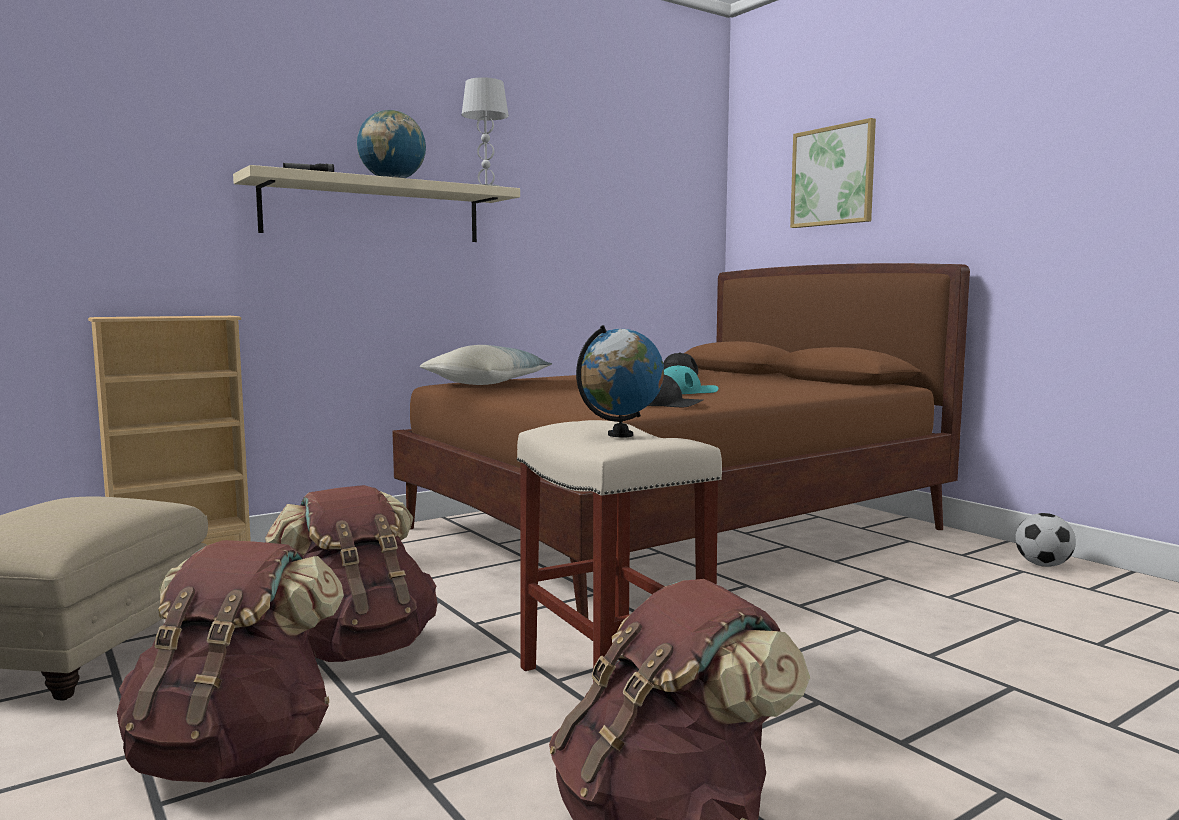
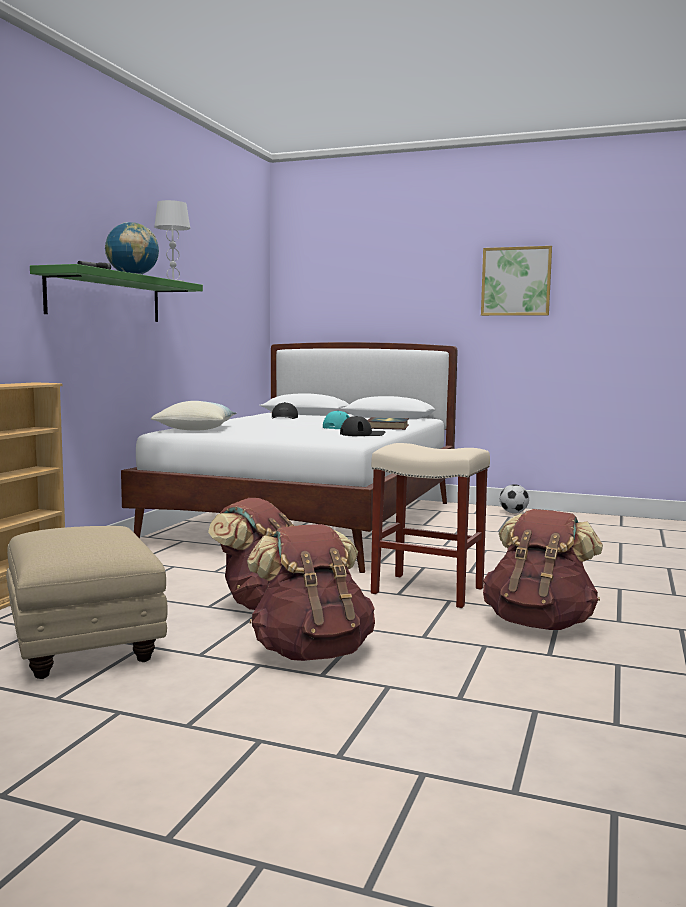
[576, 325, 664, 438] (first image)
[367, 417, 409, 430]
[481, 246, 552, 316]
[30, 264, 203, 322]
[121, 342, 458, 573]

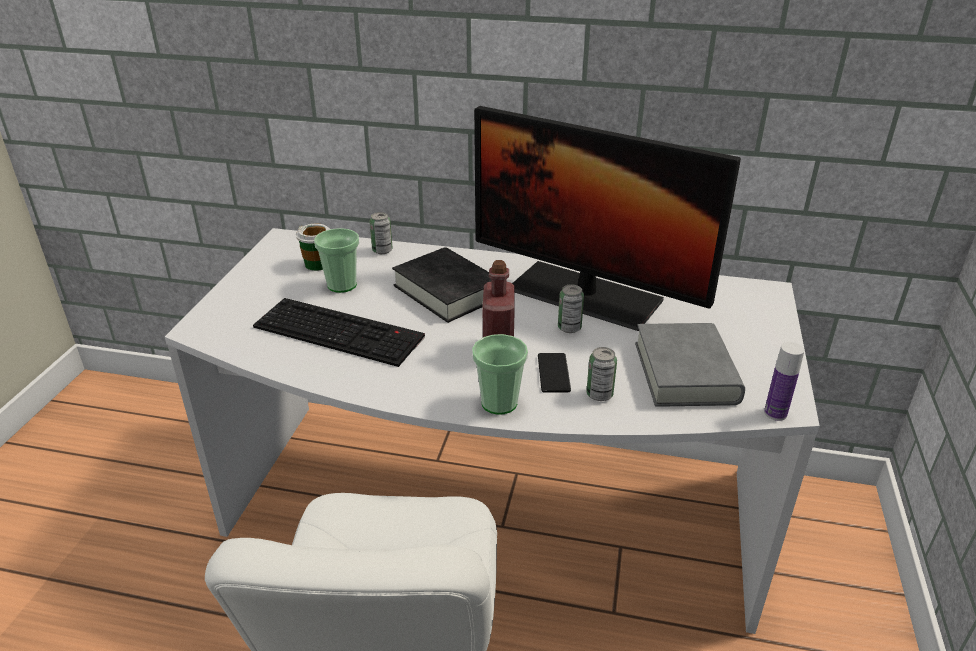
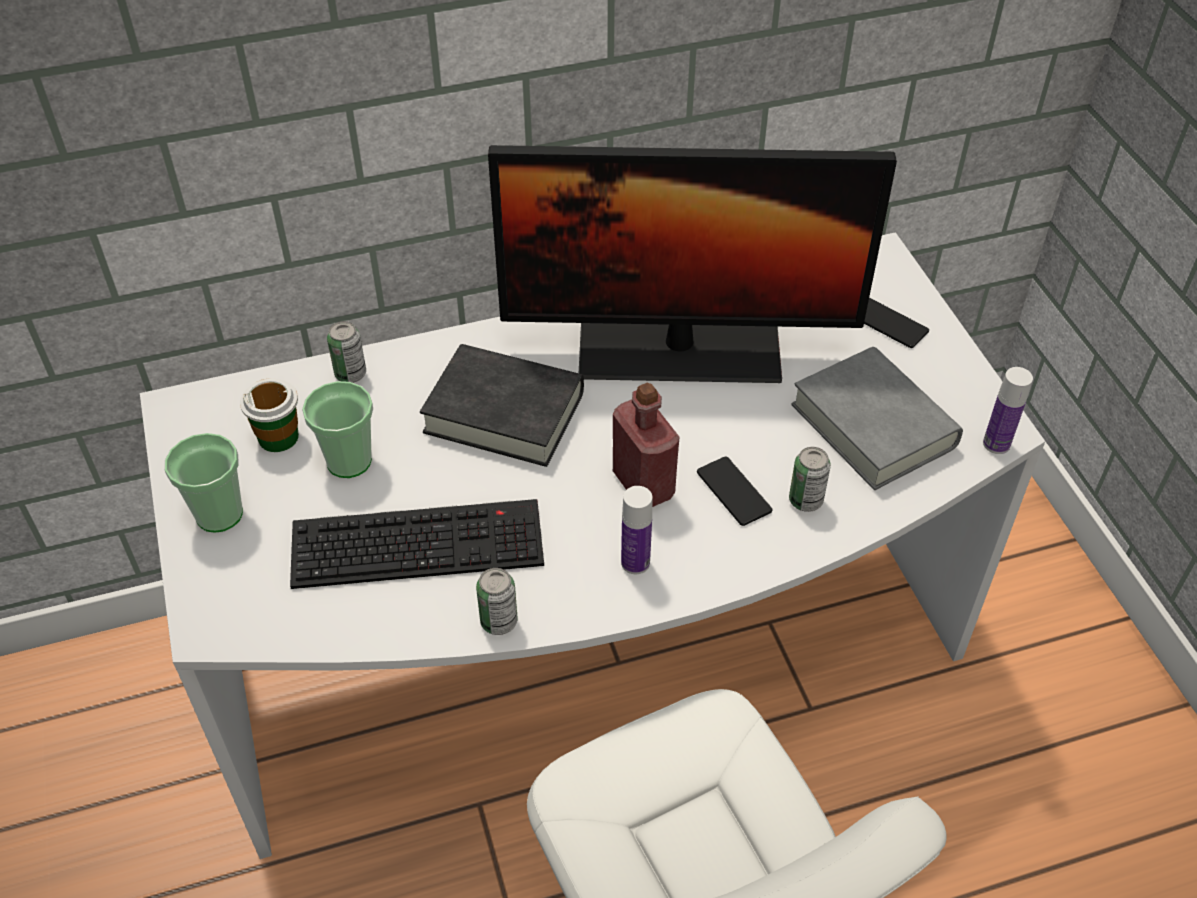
[621, 486, 652, 574]
[864, 298, 929, 348]
[165, 433, 243, 533]
[476, 568, 518, 635]

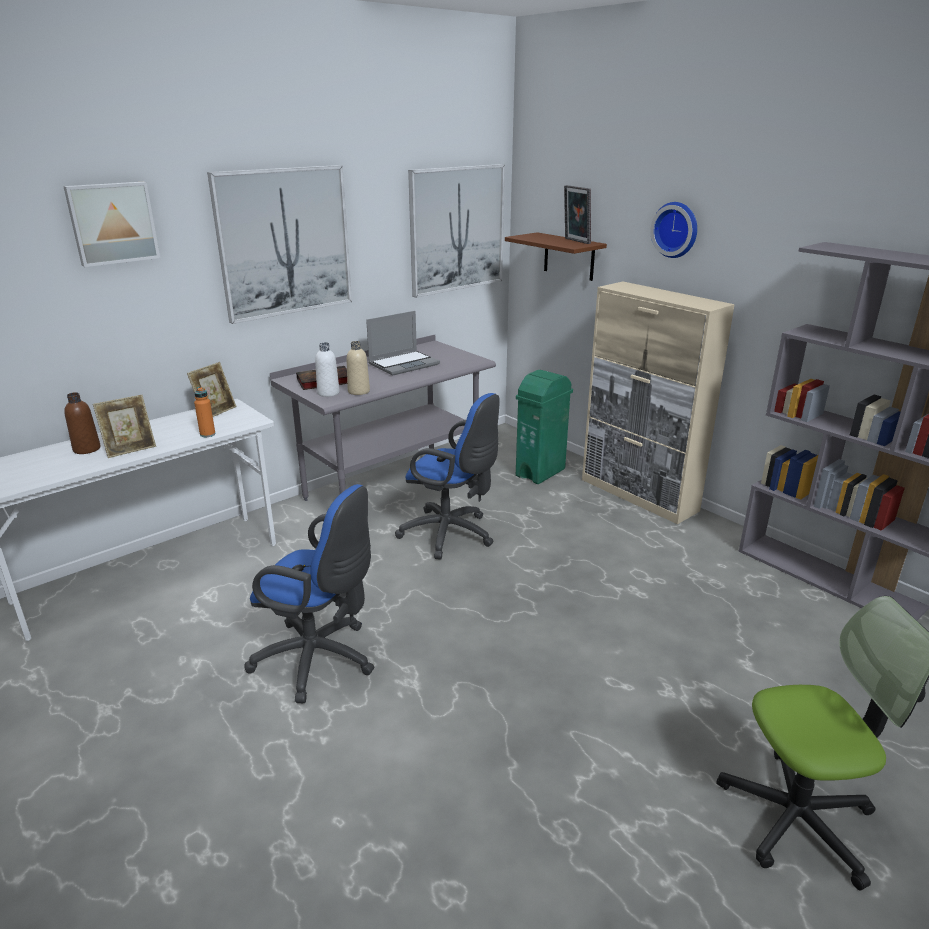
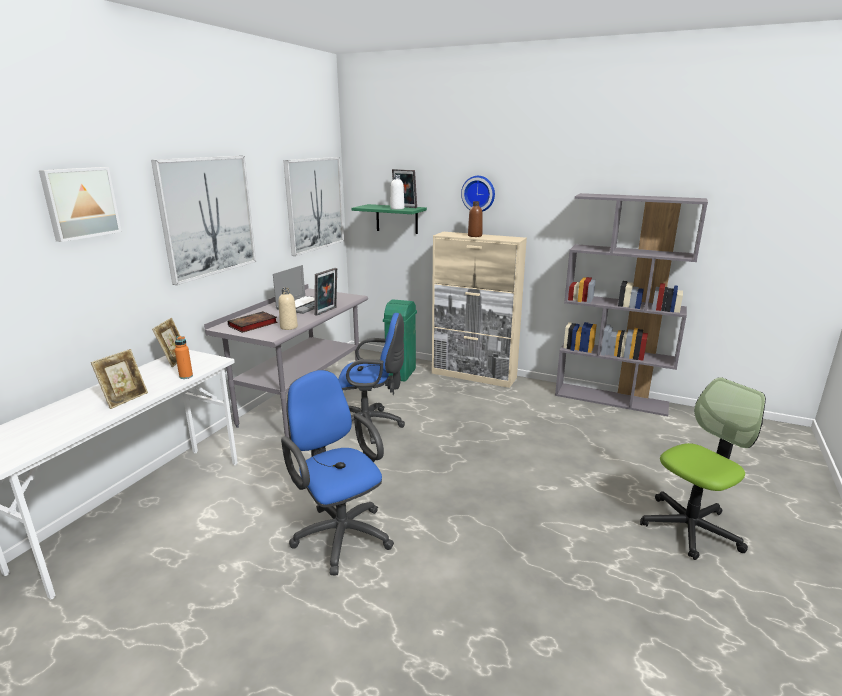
[314, 268, 337, 316]
[468, 201, 482, 237]
[391, 175, 404, 209]
[352, 204, 427, 234]
[281, 370, 394, 575]

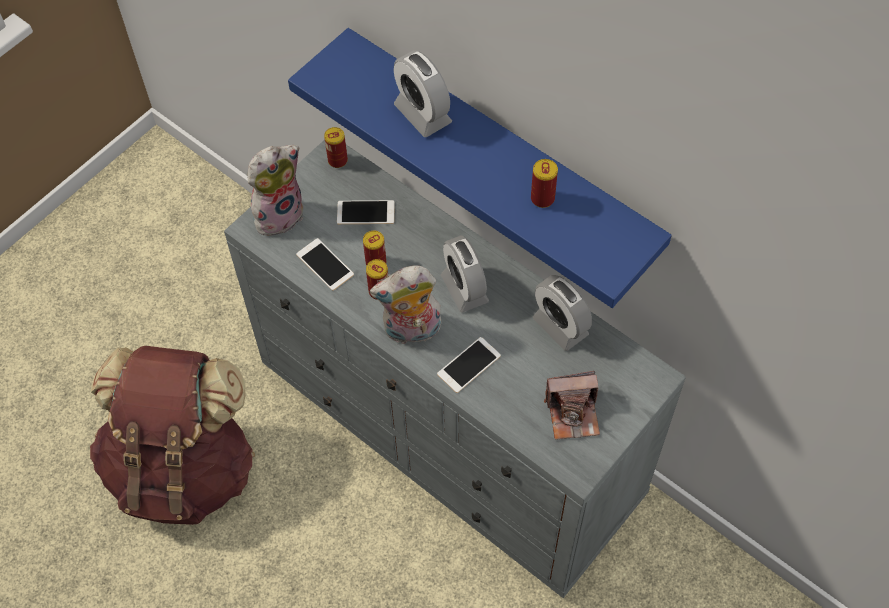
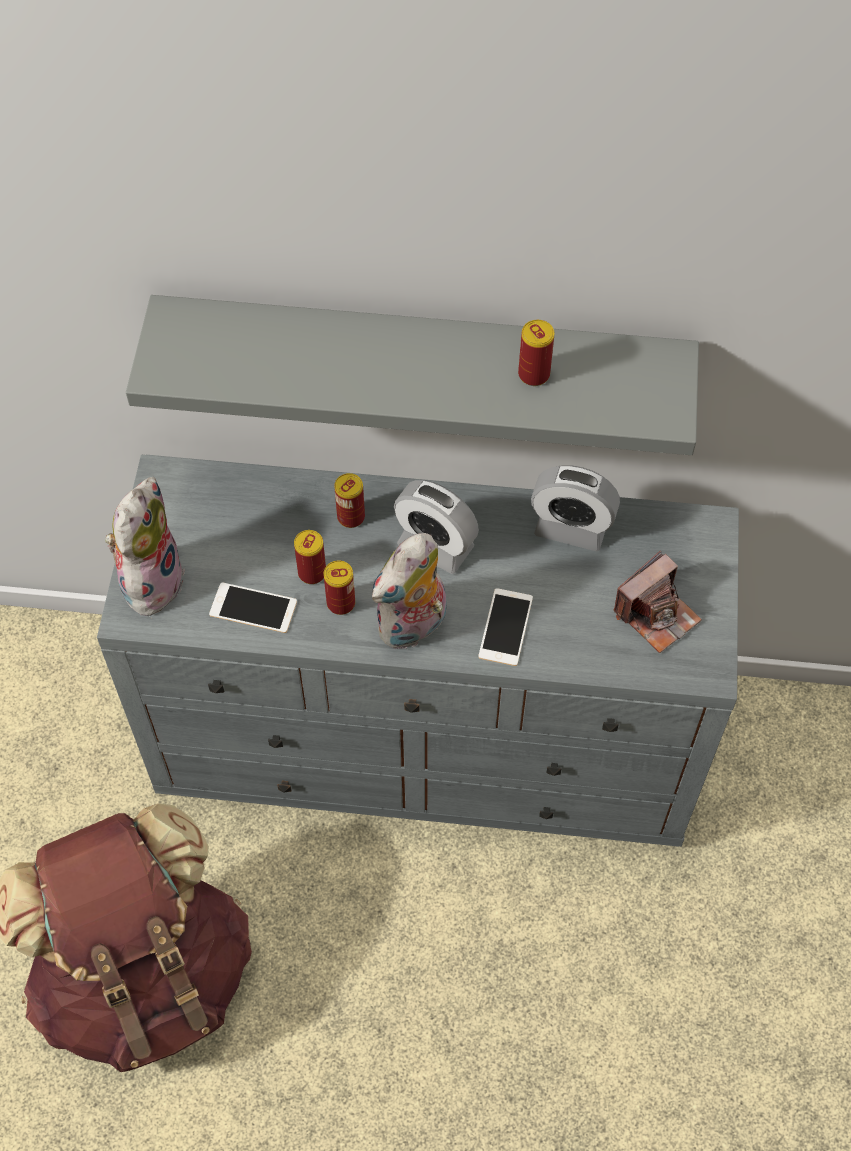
[337, 200, 395, 224] (first image)
[394, 50, 452, 137] (first image)
[334, 473, 365, 528]
[126, 295, 699, 455]

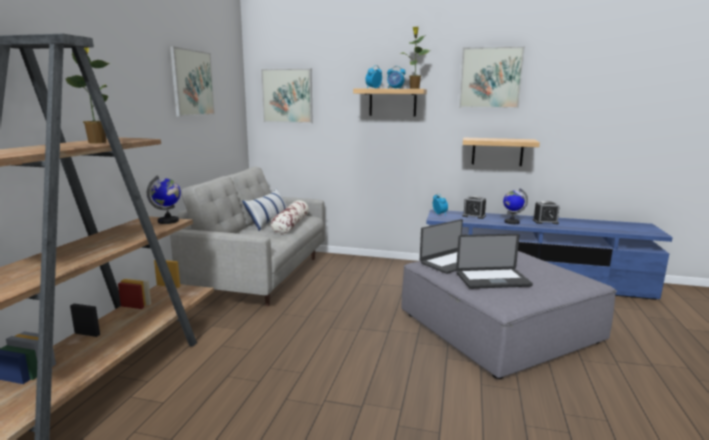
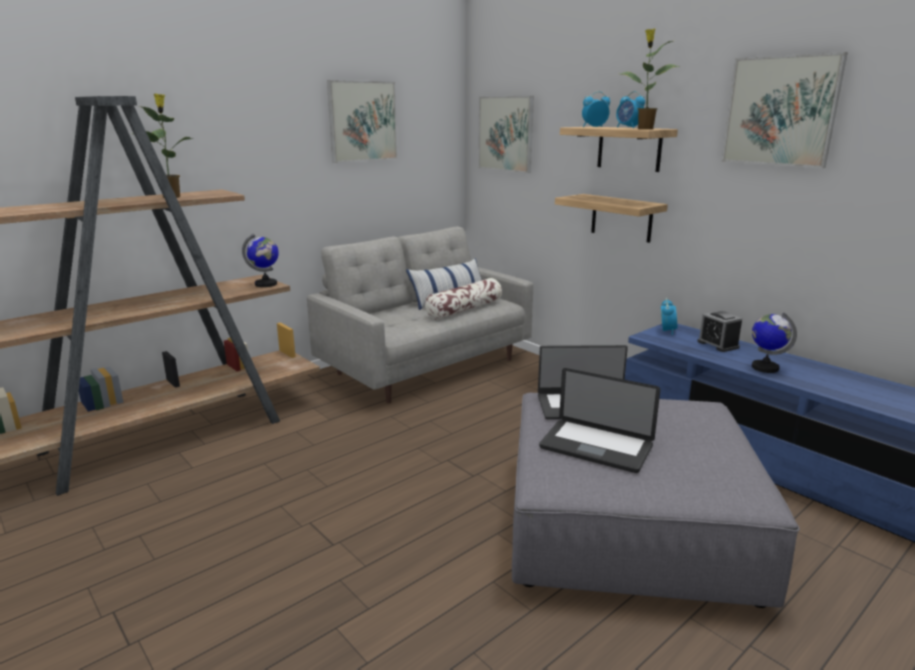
[533, 201, 560, 224] (first image)
[555, 194, 668, 243]

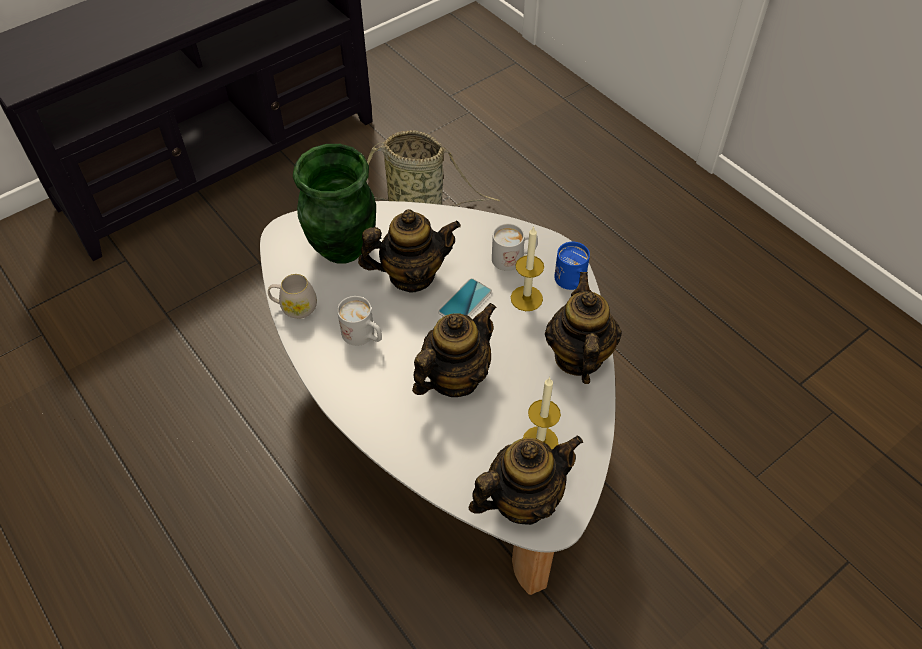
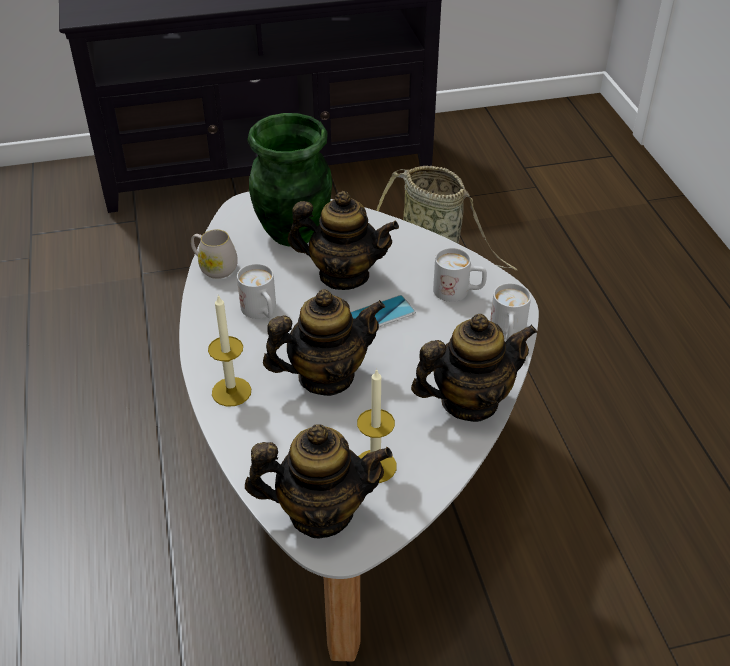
[208, 295, 251, 407]
[490, 283, 531, 340]
[411, 314, 537, 422]

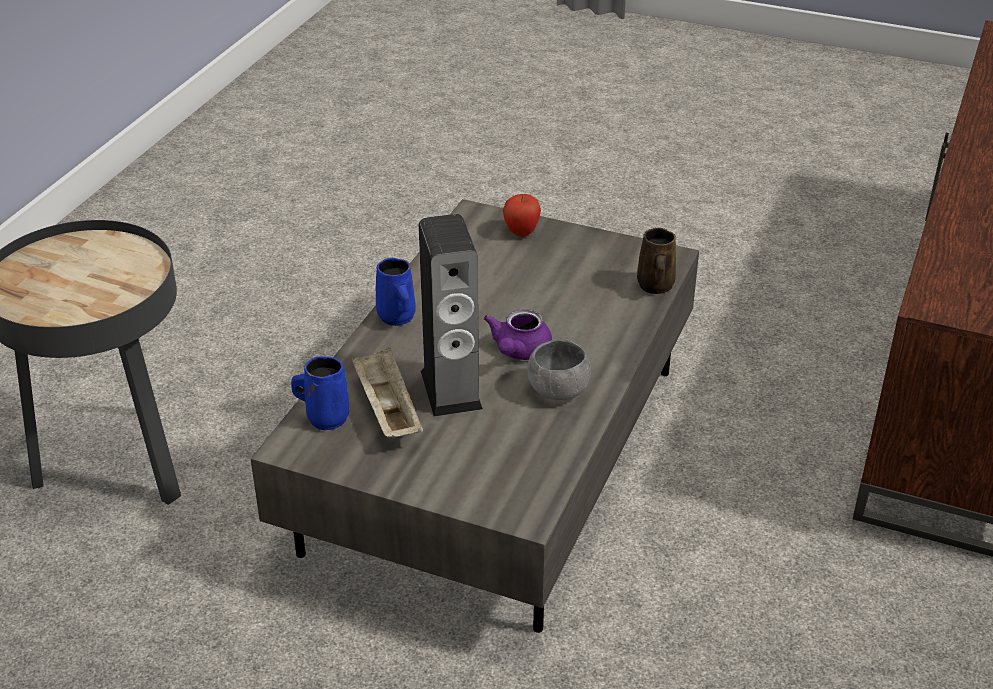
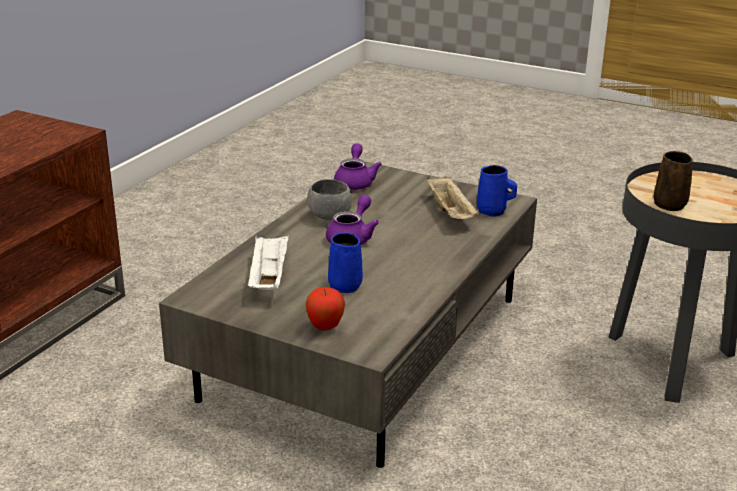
[419, 214, 483, 417] (first image)
[248, 235, 289, 290]
[334, 143, 382, 190]
[328, 232, 363, 293]
[653, 151, 693, 211]

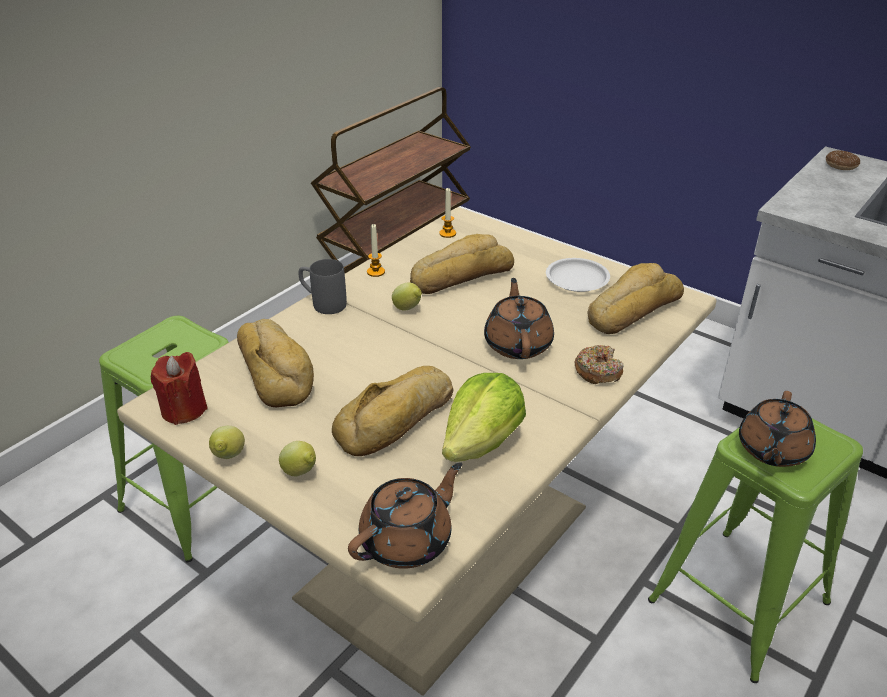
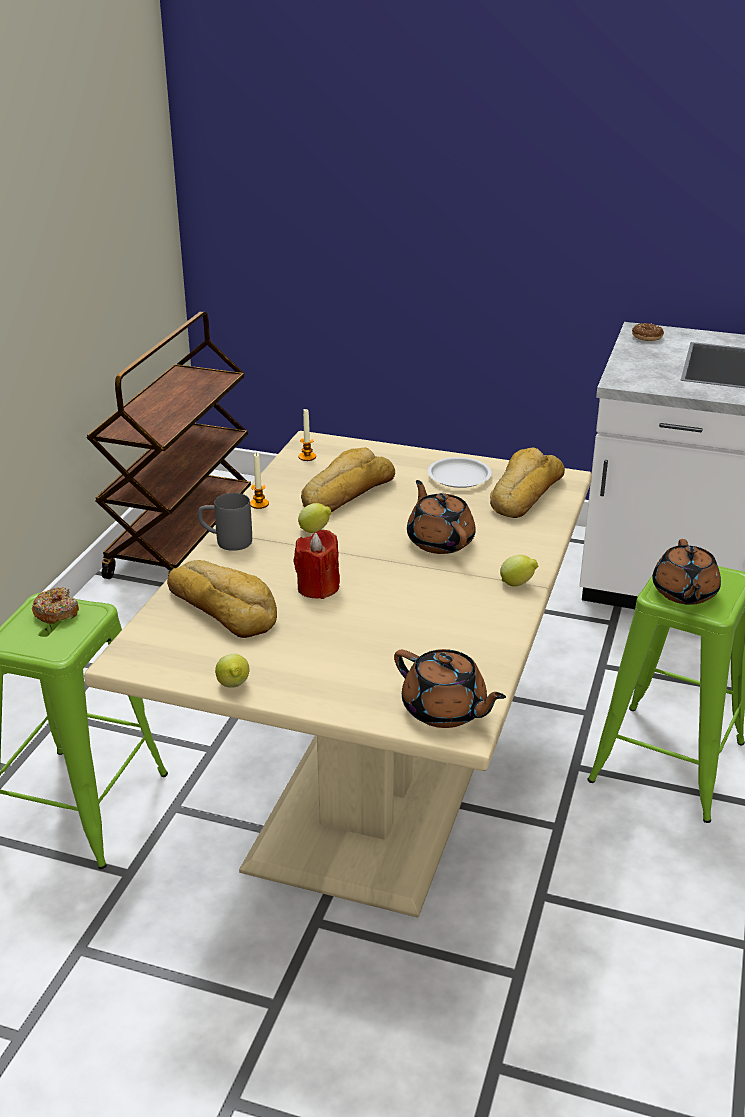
[332, 366, 453, 456] (first image)
[442, 373, 526, 462] (first image)
[294, 530, 340, 599]
[500, 555, 538, 587]
[32, 587, 79, 624]
[394, 649, 506, 728]

